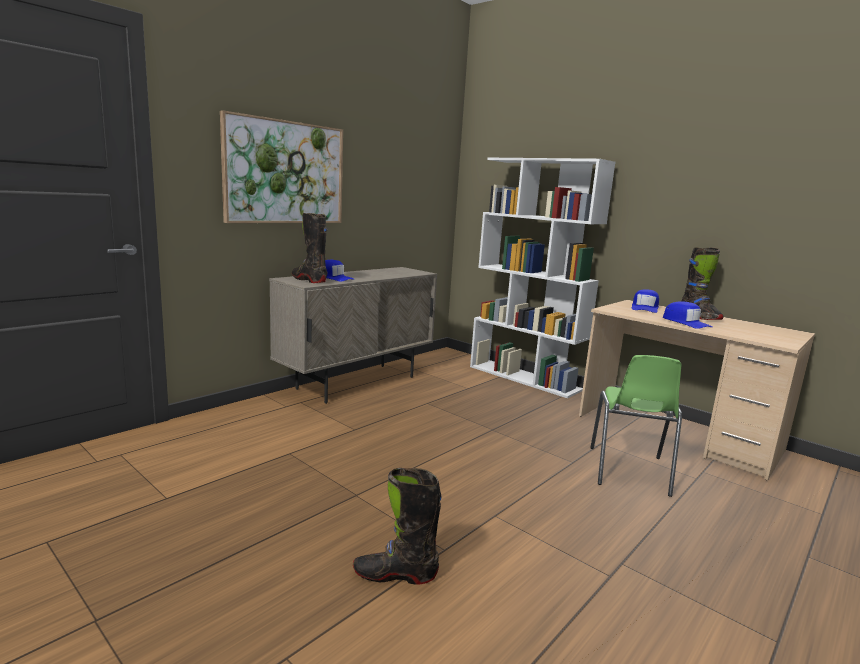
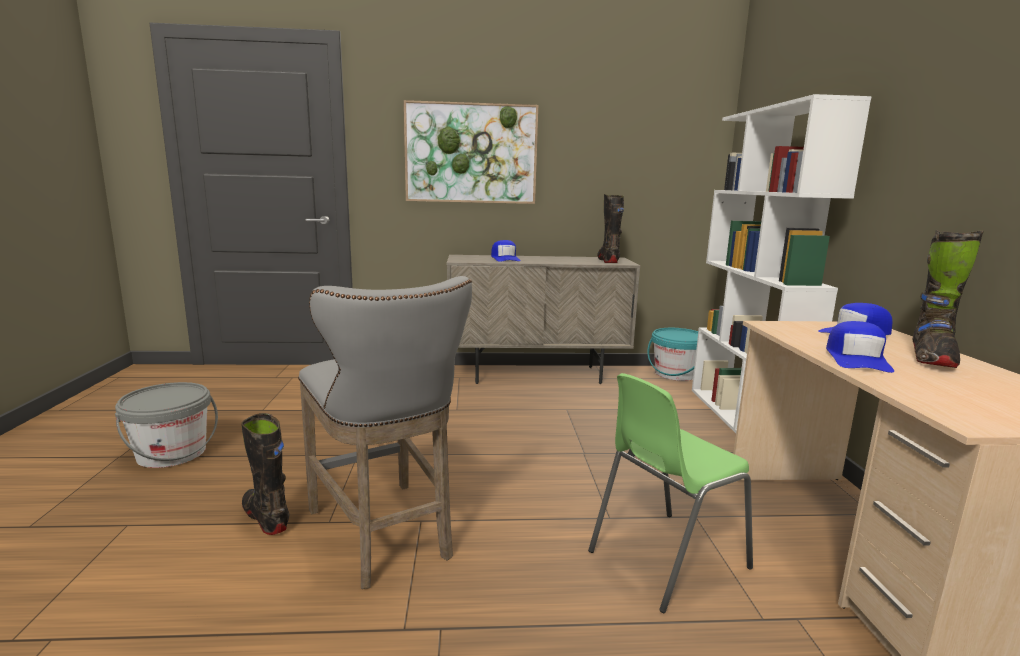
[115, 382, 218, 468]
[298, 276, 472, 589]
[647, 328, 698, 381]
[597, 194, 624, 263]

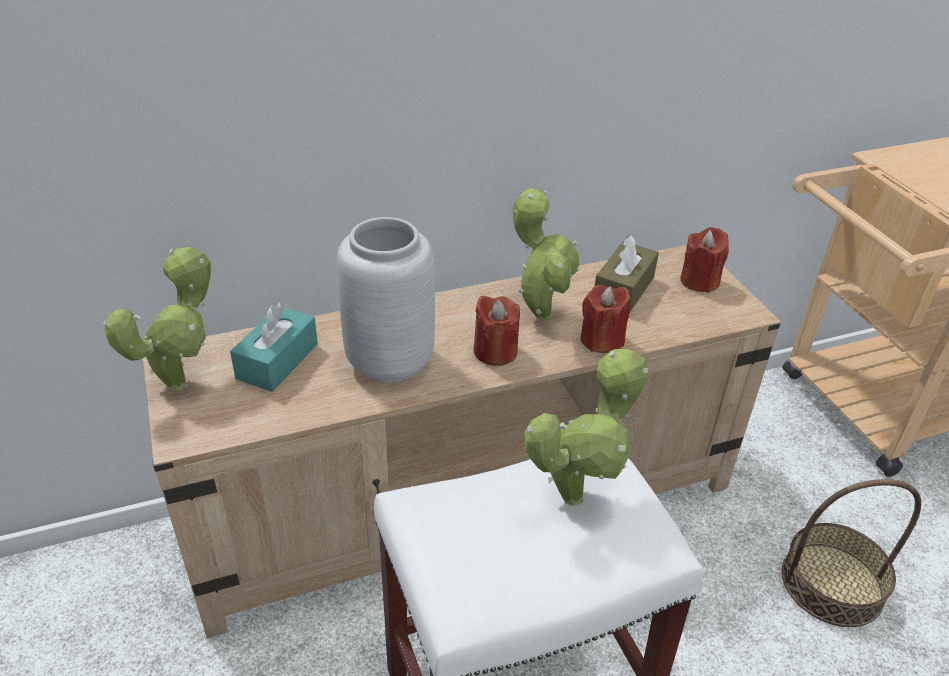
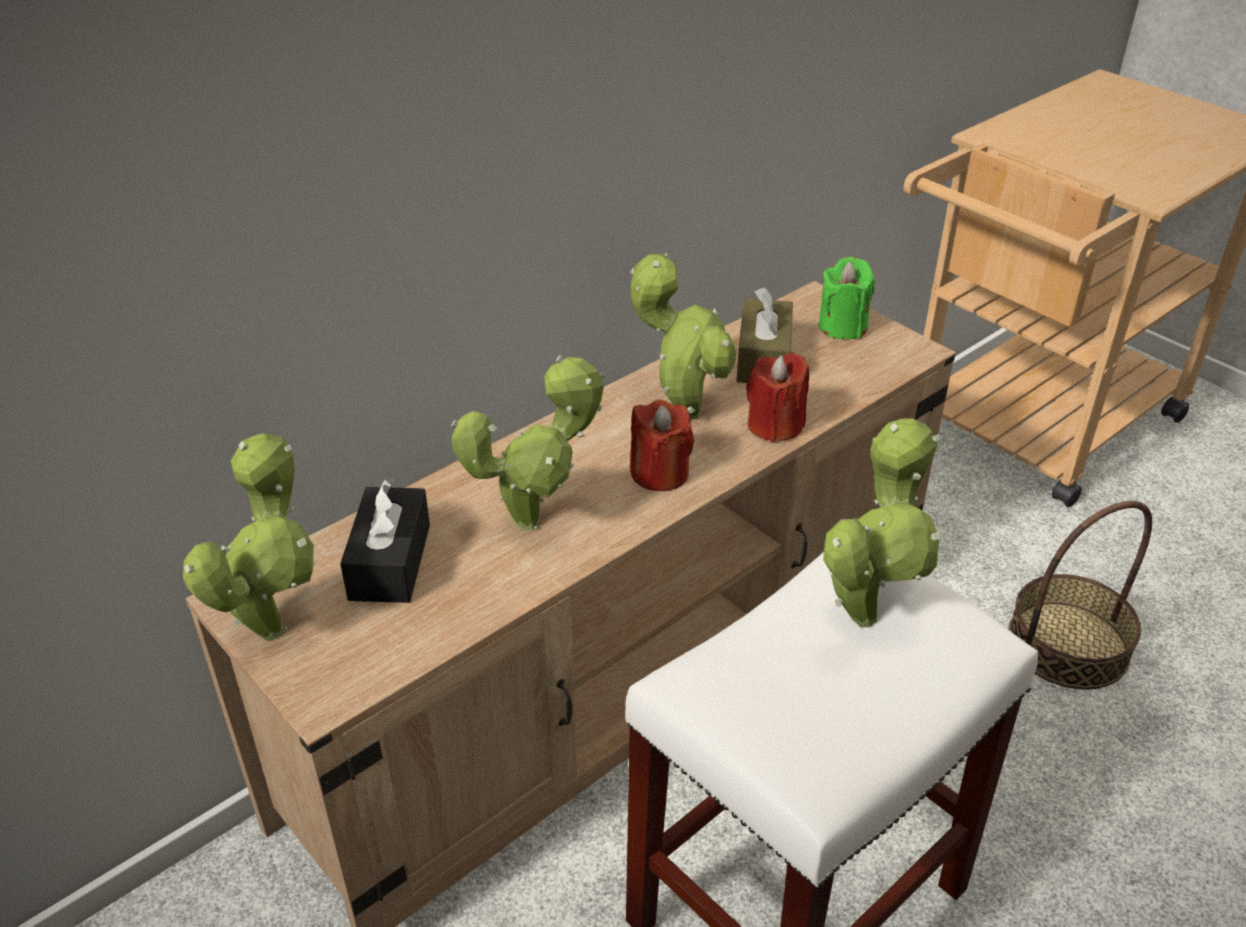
[451, 355, 605, 531]
[340, 479, 430, 603]
[818, 257, 875, 340]

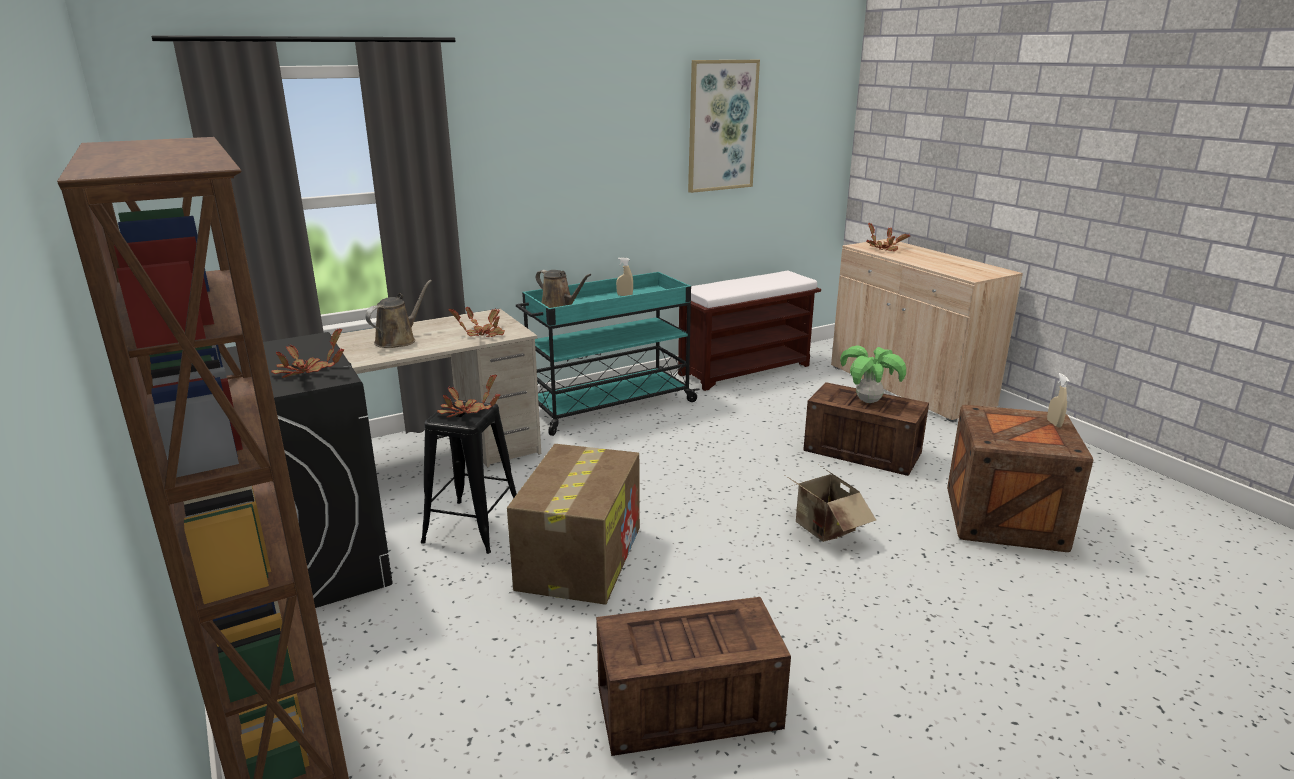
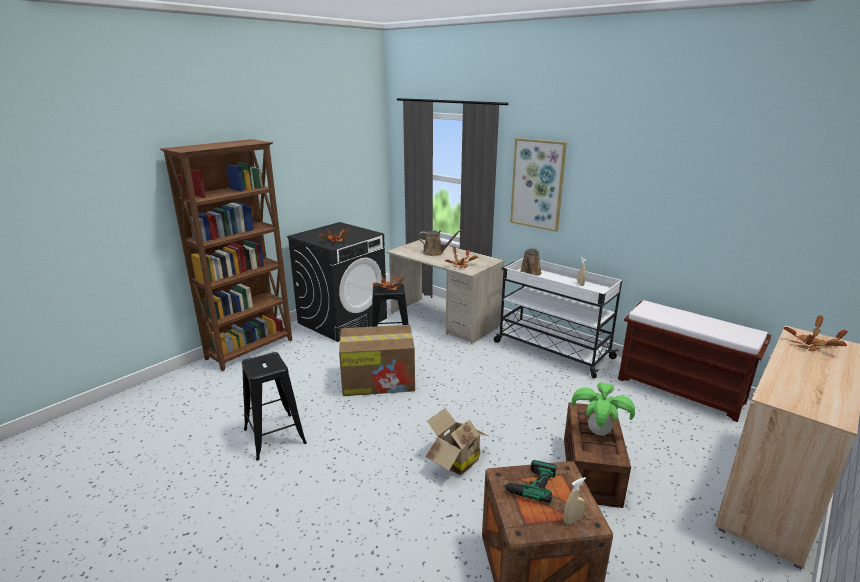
[494, 460, 556, 503]
[510, 138, 567, 232]
[242, 352, 307, 460]
[494, 258, 622, 378]

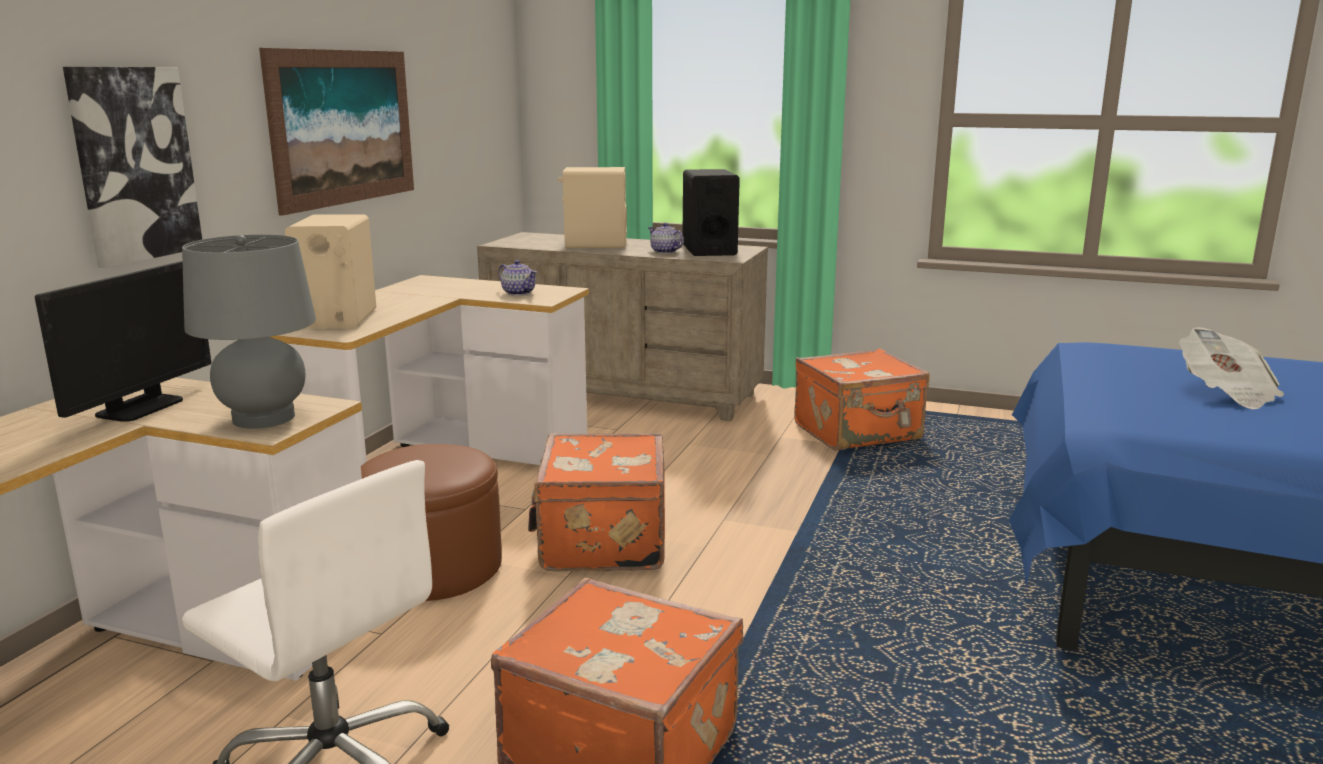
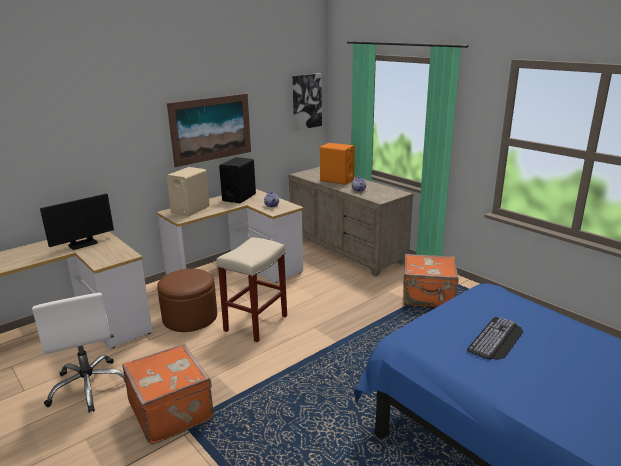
[182, 235, 316, 429] (first image)
[293, 73, 322, 130]
[219, 157, 256, 203]
[216, 237, 287, 342]
[467, 317, 523, 360]
[319, 143, 355, 185]

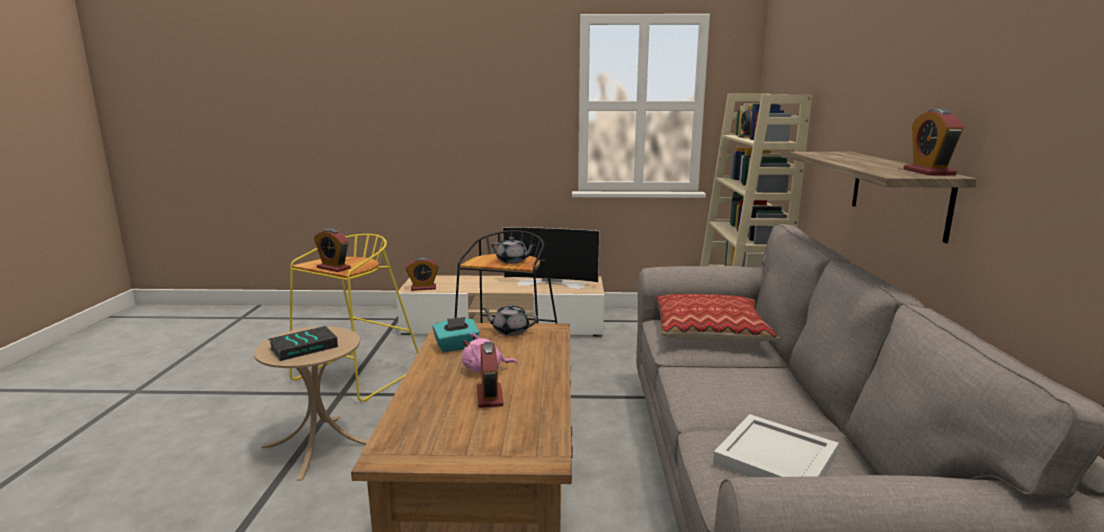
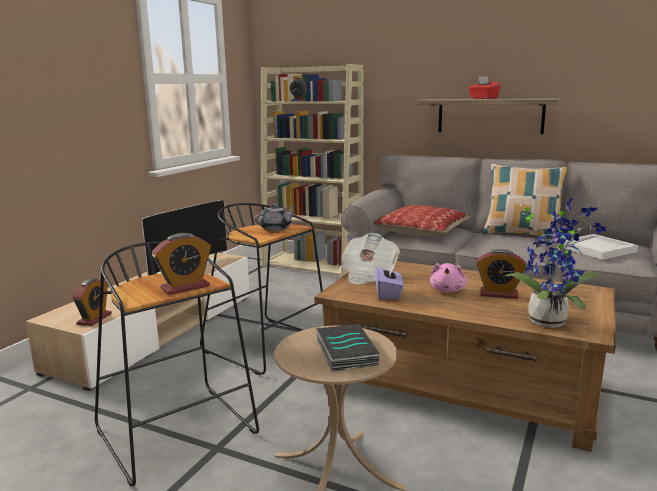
[904, 108, 964, 176] (first image)
[468, 76, 501, 99]
[483, 164, 568, 239]
[500, 198, 606, 328]
[341, 233, 400, 284]
[95, 242, 259, 486]
[375, 264, 404, 300]

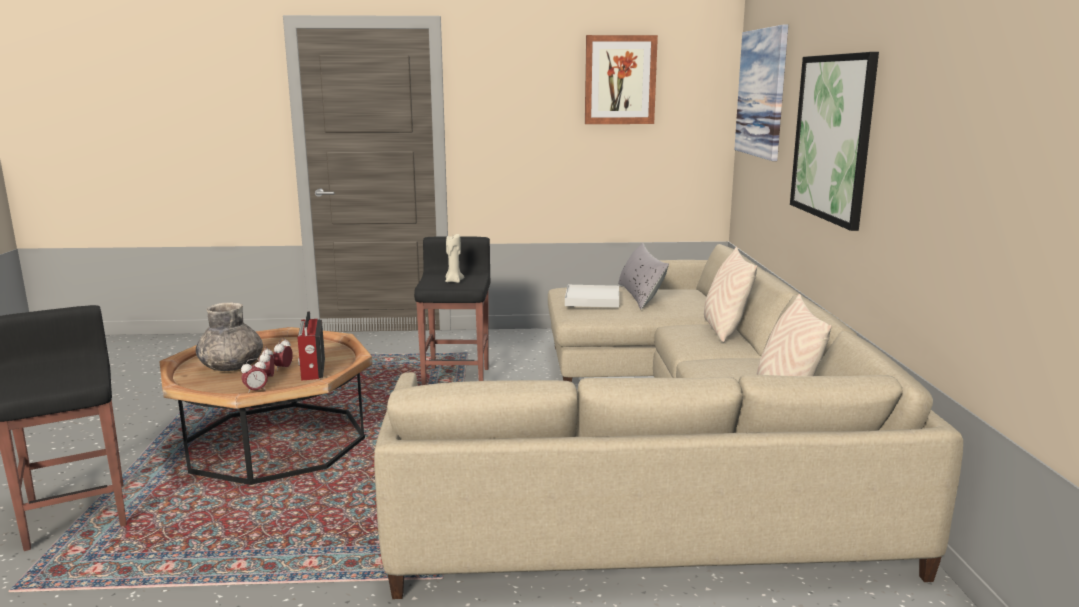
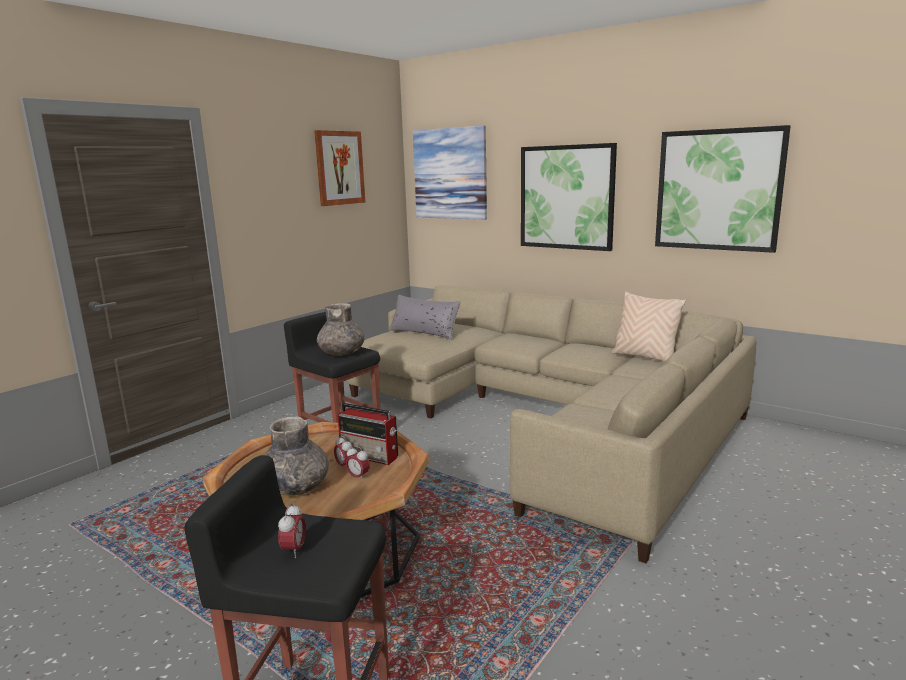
[565, 285, 619, 308] (first image)
[704, 247, 757, 343] (first image)
[655, 125, 791, 253]
[278, 503, 306, 558]
[317, 303, 365, 355]

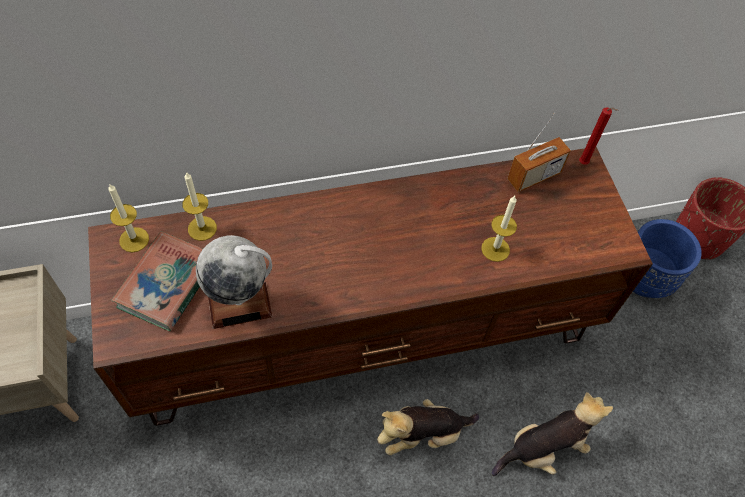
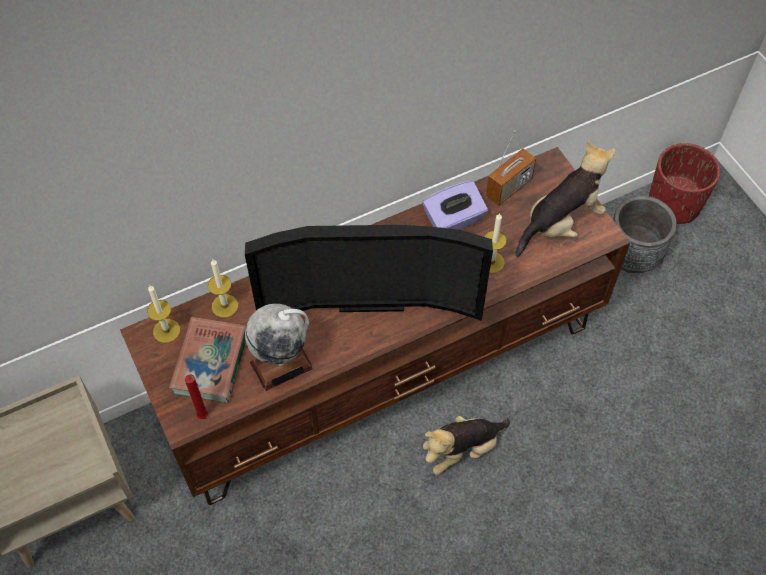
[245, 225, 493, 321]
[423, 181, 488, 230]
[516, 141, 615, 257]
[185, 375, 208, 419]
[613, 196, 677, 273]

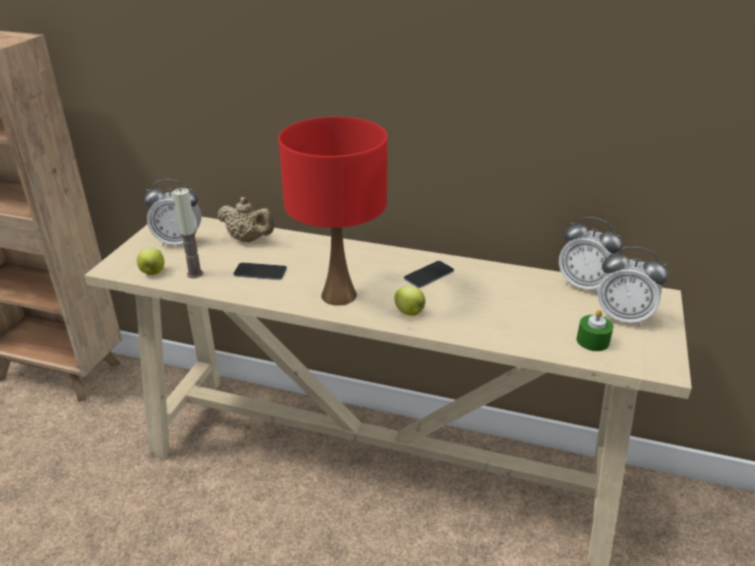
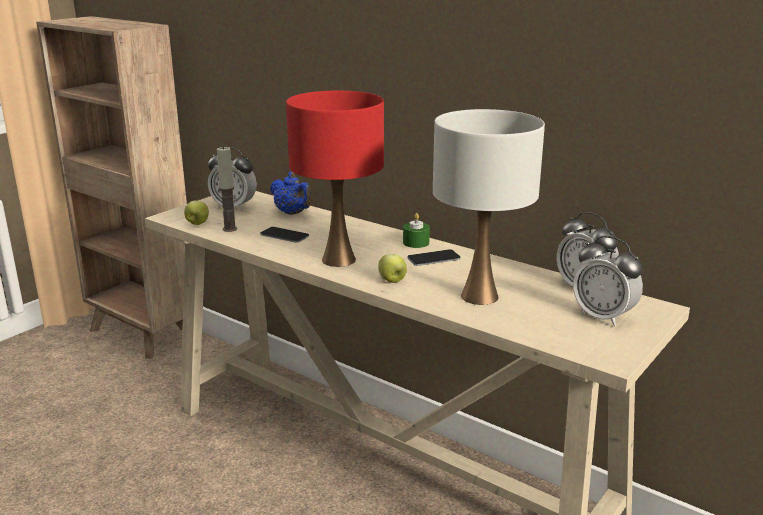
[433, 109, 545, 305]
[403, 213, 430, 248]
[270, 172, 312, 215]

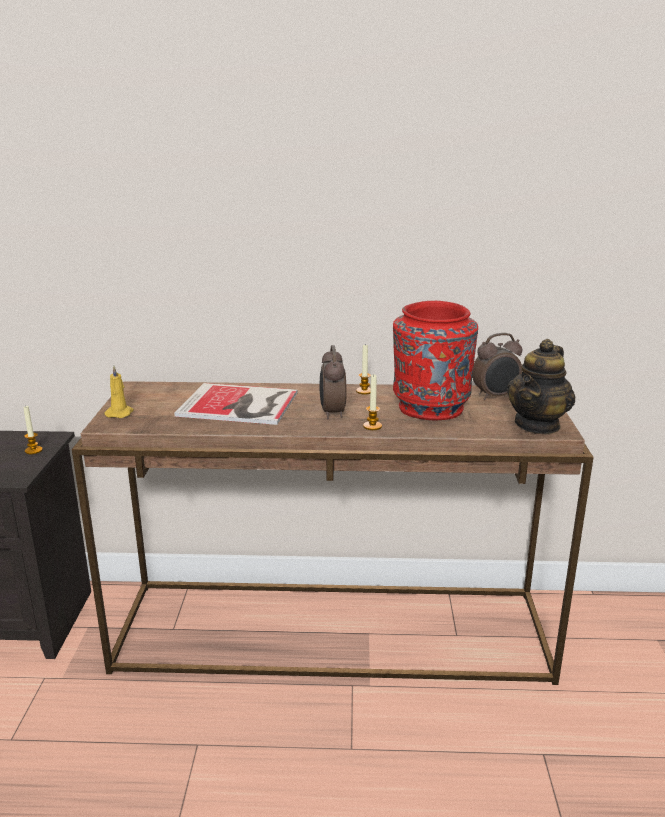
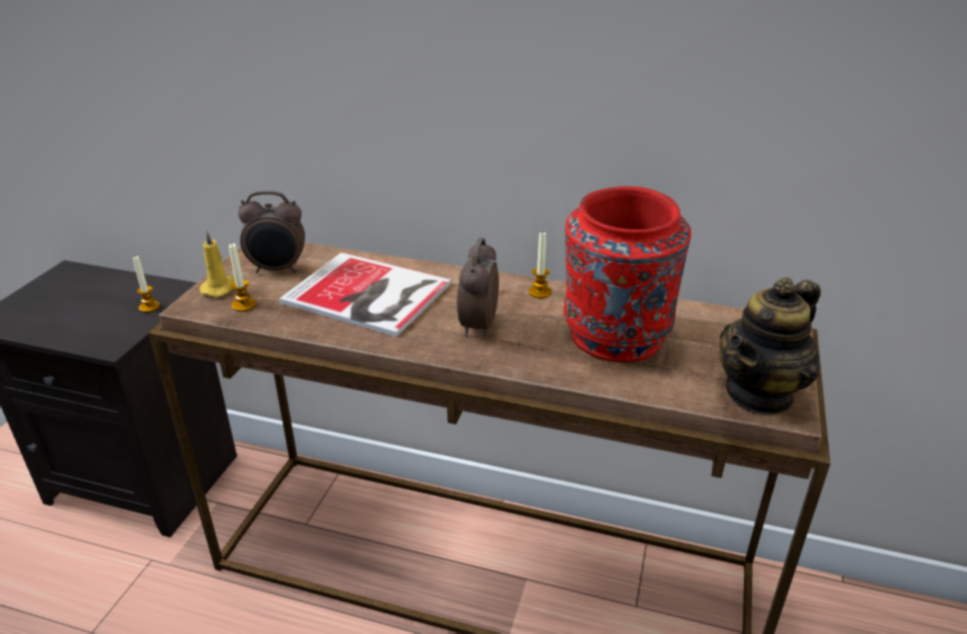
[229, 243, 256, 312]
[238, 191, 305, 273]

